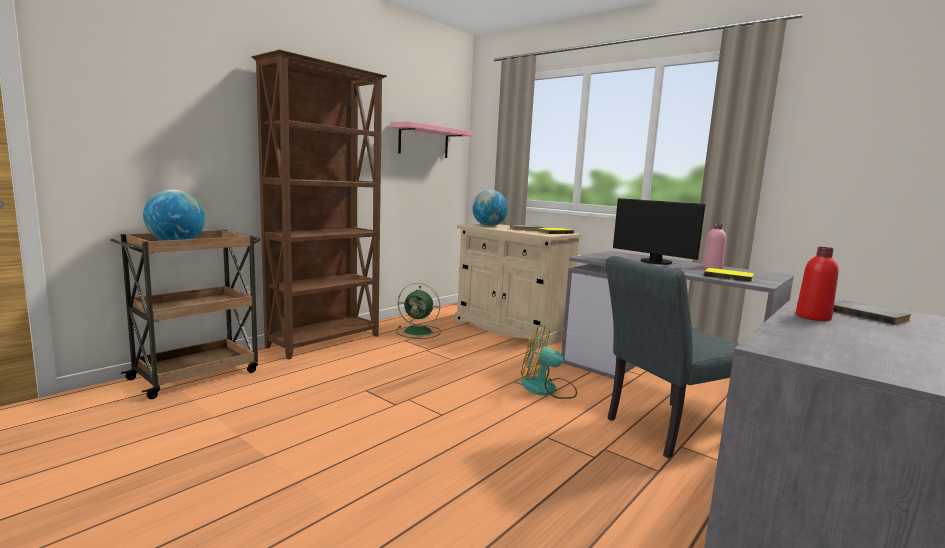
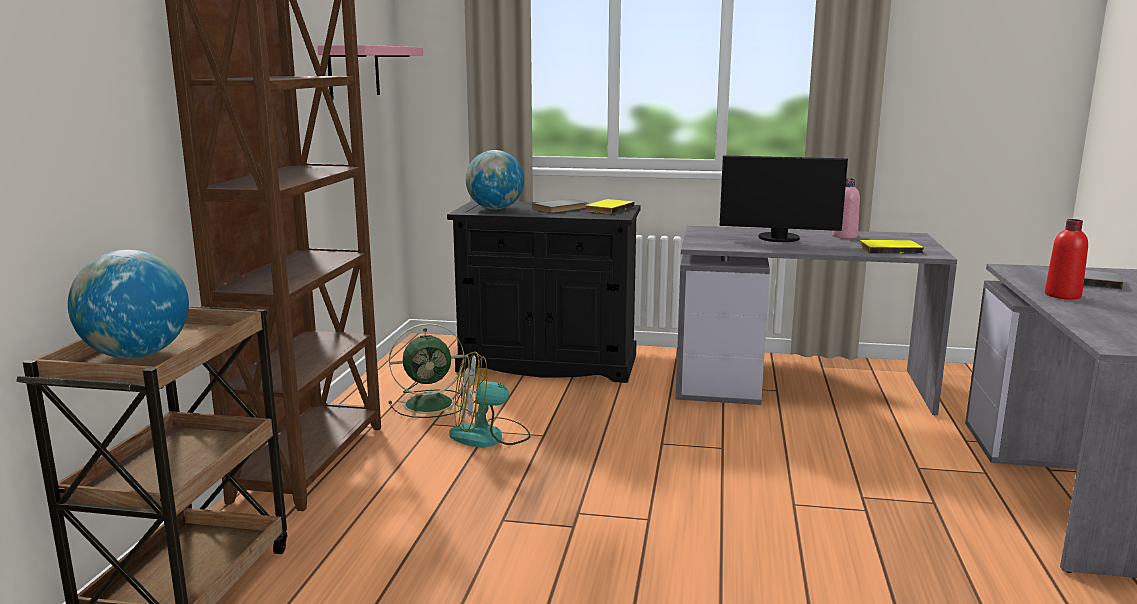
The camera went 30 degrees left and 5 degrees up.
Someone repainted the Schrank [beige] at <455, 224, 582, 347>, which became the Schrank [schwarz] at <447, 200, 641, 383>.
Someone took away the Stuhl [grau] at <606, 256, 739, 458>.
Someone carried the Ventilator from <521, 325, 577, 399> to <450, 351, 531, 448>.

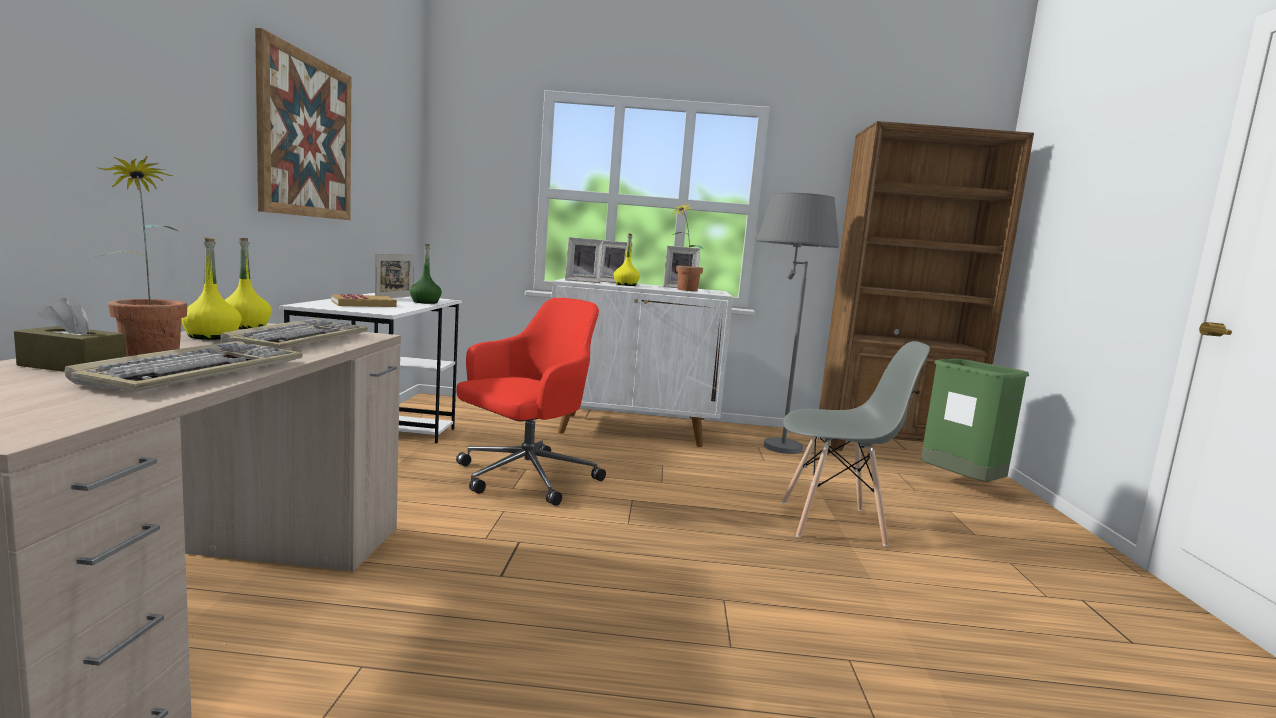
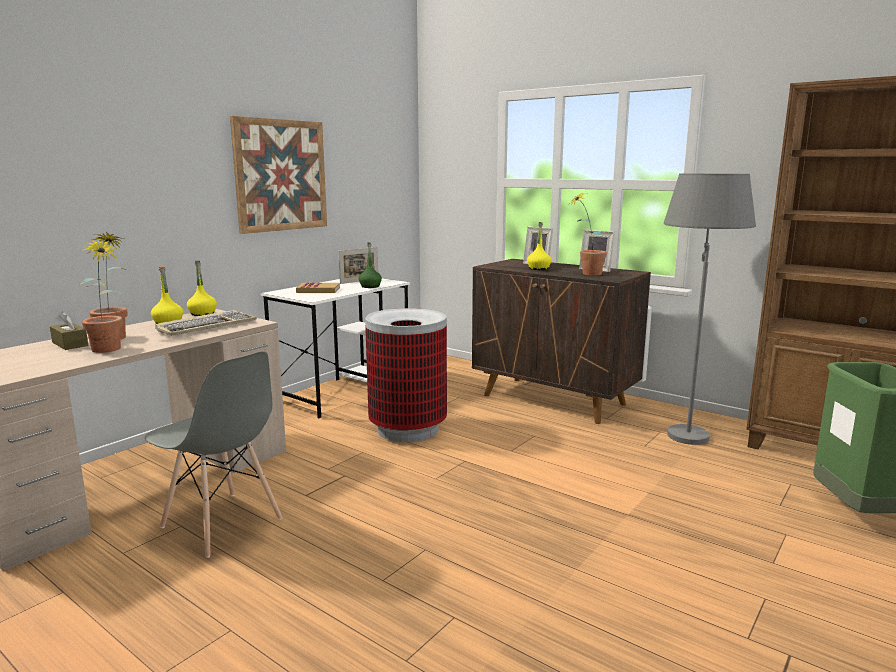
The camera went 35 degrees right and 5 degrees up.
Someone took away the Bilderrahmen at <565, 237, 603, 283>.
Someone repainted the Schrank [weiß] at <551, 278, 733, 447>, which became the Schrank [braun] at <472, 259, 651, 424>.
Someone swapped the Bürostuhl [rot] at <456, 298, 606, 506> for the Mülleimer at <365, 308, 447, 442>.
Someone swapped the Tastatur at <65, 341, 303, 391> for the Topfpflanze at <79, 239, 123, 353>.
Someone carried the Stuhl [grau] from <782, 341, 930, 547> to <145, 351, 282, 558>.

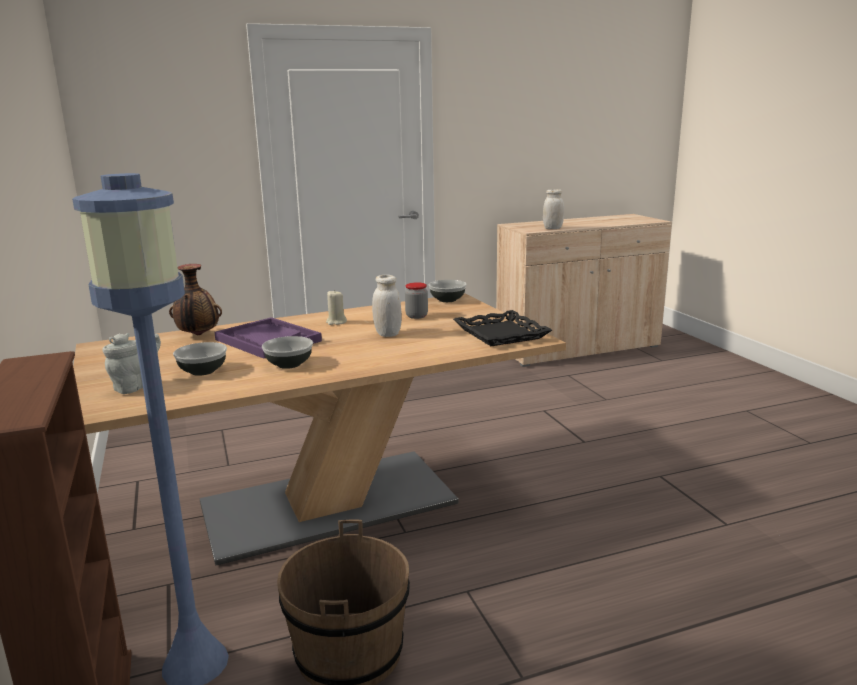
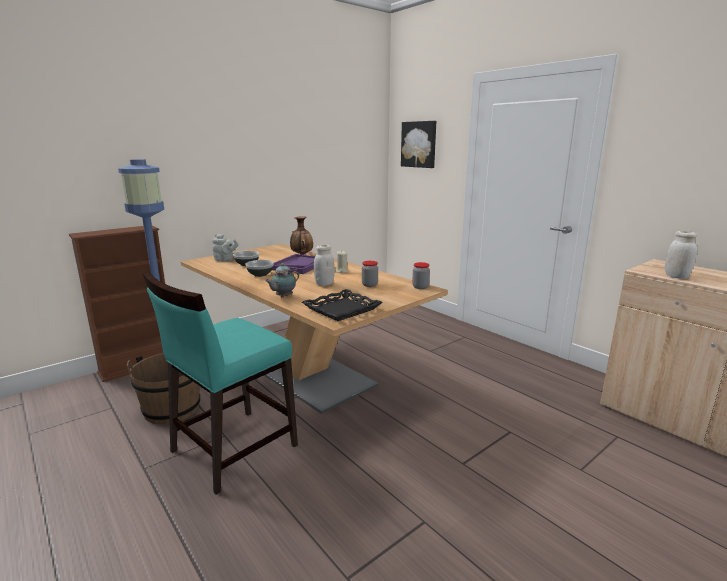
The camera went 70 degrees right and 0 degrees up.
Someone swapped the Schüssel at <429, 280, 467, 302> for the Vorratsglas at <412, 262, 430, 289>.
Someone put up the Bild at <401, 121, 436, 168>.
Someone put down the Teekanne at <265, 263, 299, 298>.
Someone put down the Stuhl [türkis] at <143, 272, 298, 495>.

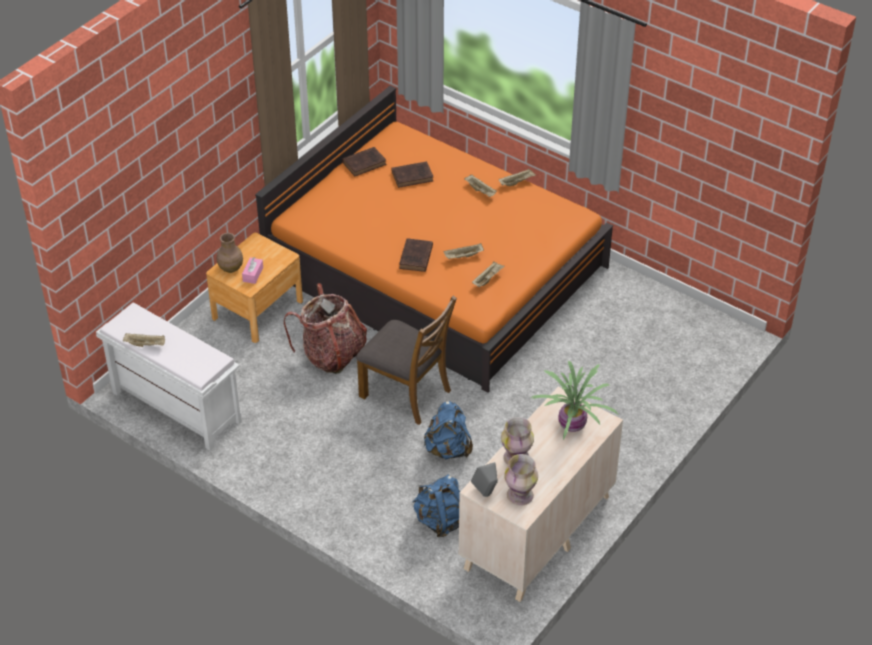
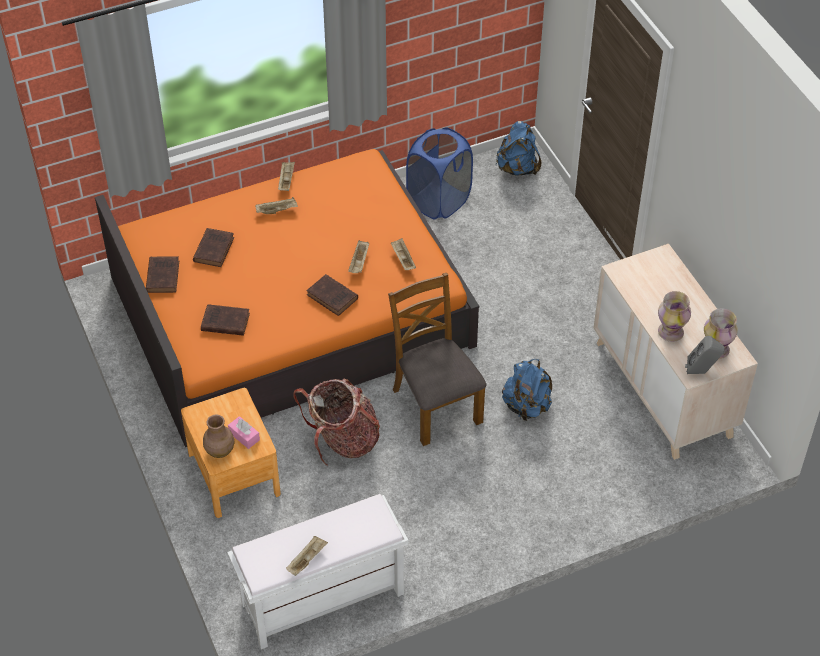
The camera went 60 degrees left and 5 degrees up.
Someone rotated the Stuhl [braun] at <356, 296, 457, 425> by 90 degrees counterclockwise.
Someone took away the Topfpflanze at <530, 361, 618, 441>.
Someone carried the Rucksack [blau] from <413, 475, 460, 537> to <496, 121, 542, 176>.
Someone put down the Wäschekorb [blau] at <406, 127, 473, 219>.
Someone put down the Buch [braun] at <201, 304, 250, 336>.

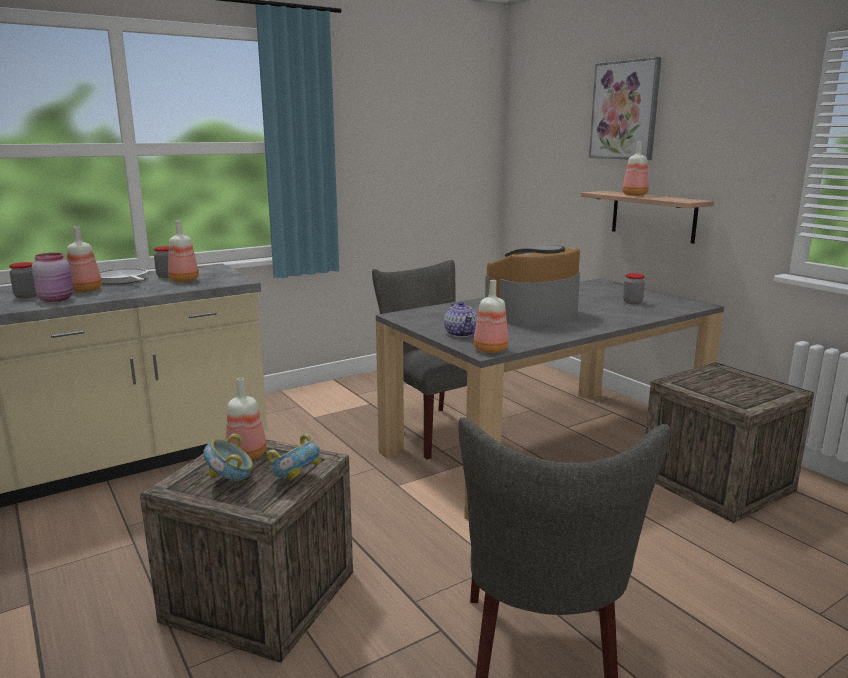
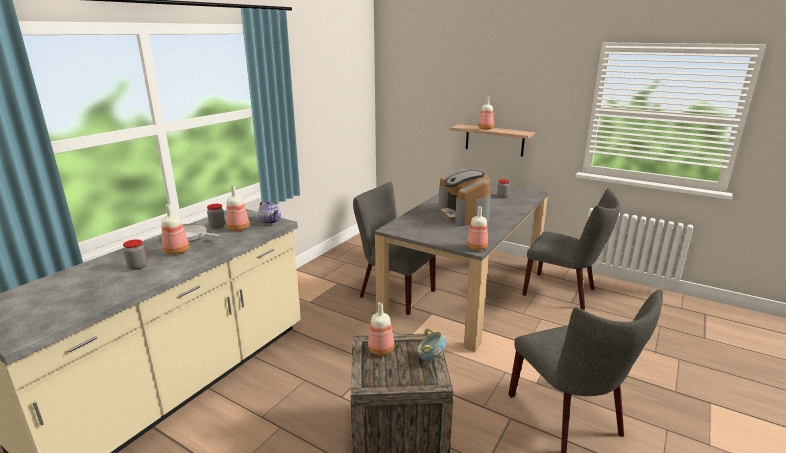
The camera went 25 degrees left and 5 degrees up.
Someone took away the Bild at <589, 57, 662, 160>.
Someone rotated the Kaffeemaschine at <485, 245, 580, 326> by 45 degrees counterclockwise.
Someone took away the Vorratsglas [rosa] at <31, 253, 73, 302>.
Someone carried the Teekanne from <444, 302, 477, 337> to <258, 201, 281, 224>.
Someone swapped the Kiste at <645, 362, 814, 523> for the Stuhl [grau] at <522, 188, 621, 310>.
Someone took away the Schüssel at <203, 433, 253, 481>.

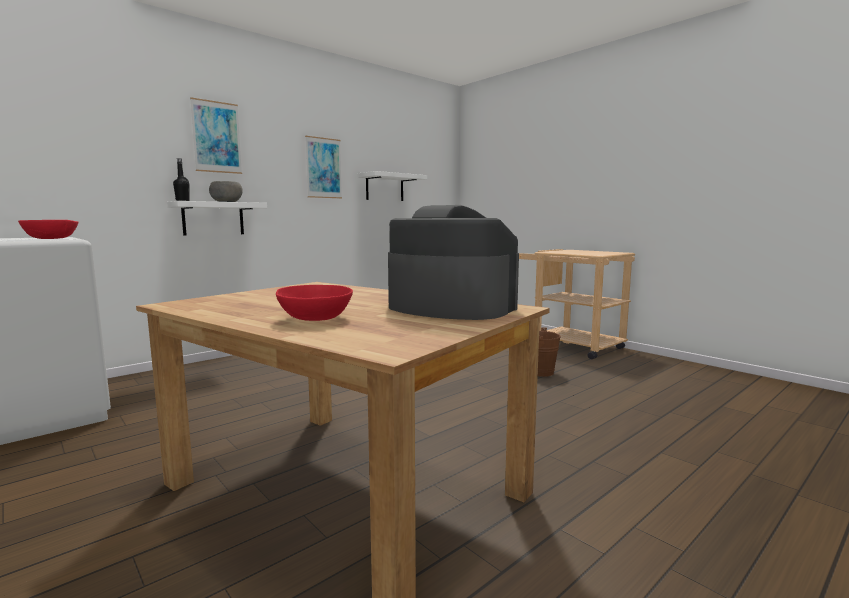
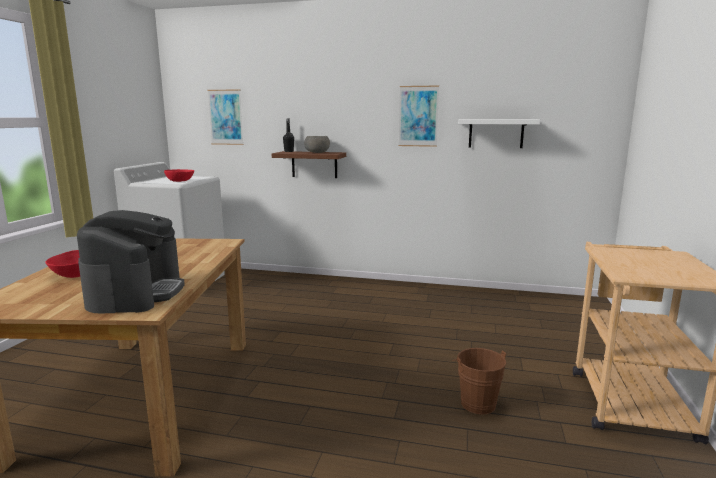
The camera went 55 degrees right and 5 degrees up.
Someone carried the Bild from <190, 97, 242, 174> to <208, 89, 244, 145>.
Someone repainted the Wandregal [weiß] at <167, 201, 267, 236>, which became the Wandregal [braun] at <272, 151, 346, 178>.

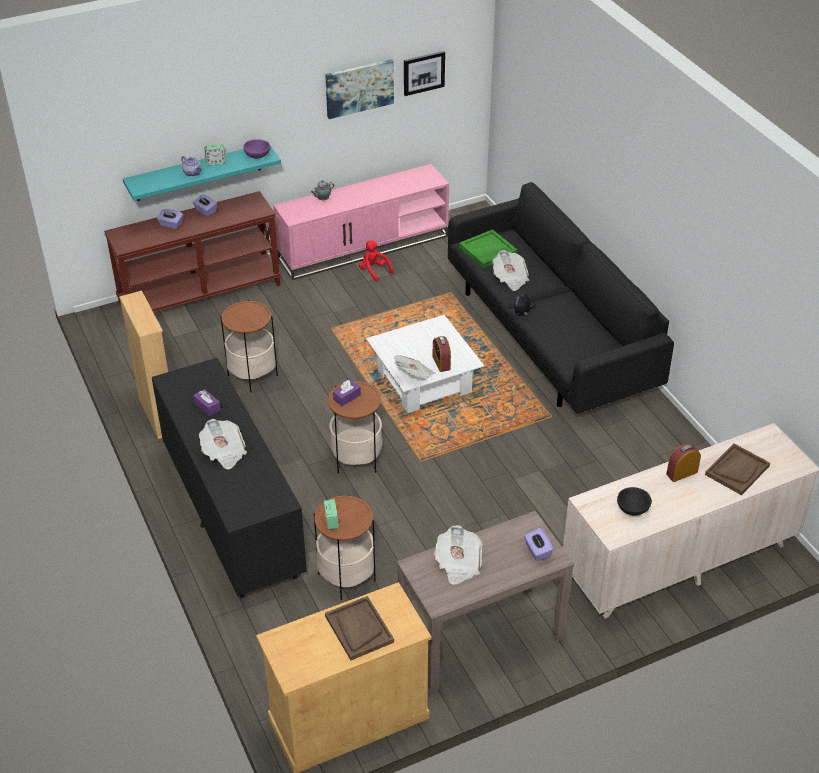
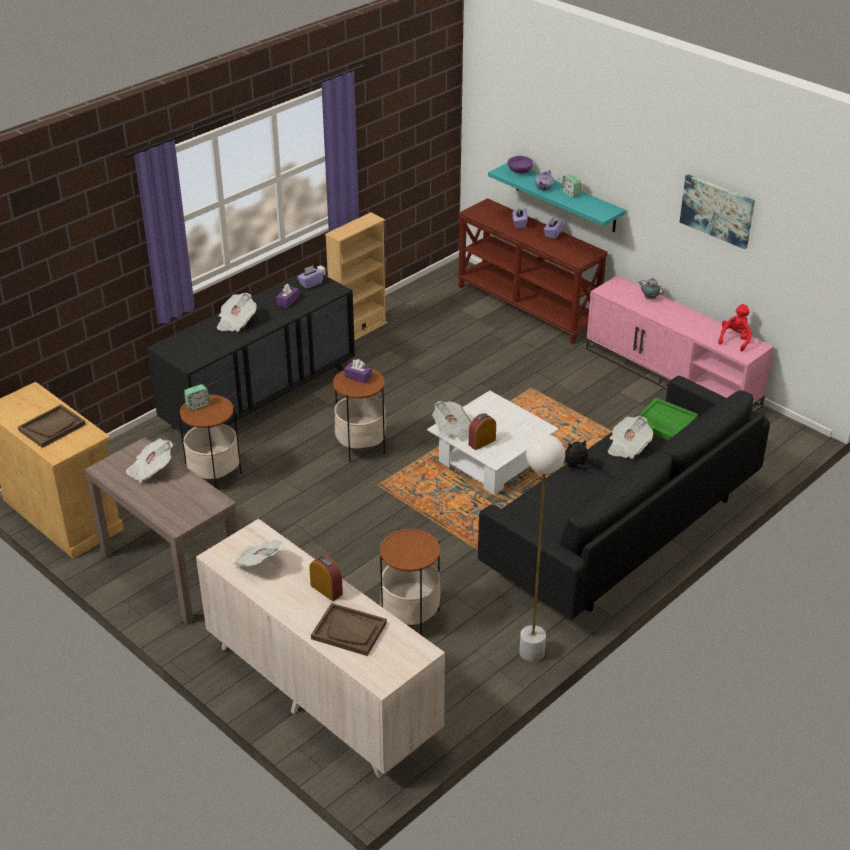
The camera went 70 degrees right and 5 degrees down.
Someone took away the Bild at <404, 51, 445, 96>.
Someone carried the Schüssel [lila] from <243, 139, 270, 158> to <507, 156, 533, 174>.
Someone carried the Plüschtier [rot] from <359, 240, 393, 281> to <718, 304, 752, 351>.
Someone carried the Beistelltisch from <221, 300, 278, 393> to <380, 529, 440, 636>.
Someone swapped the Schüssel [schwarz] at <617, 487, 652, 515> for the Zeitung at <233, 540, 283, 566>.
Someone carried the Taschentuchbox [lila] from <524, 528, 553, 561> to <297, 265, 324, 289>.
Someone put down the Stehlampe [weiß] at <519, 434, 565, 662>.

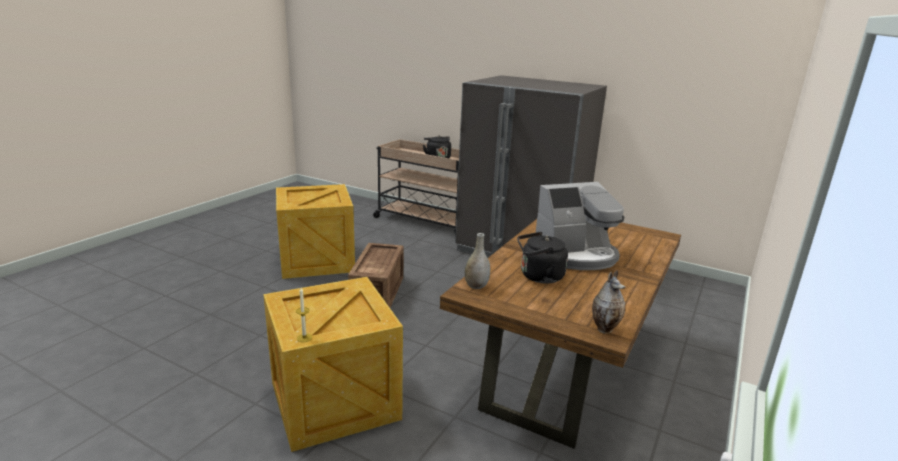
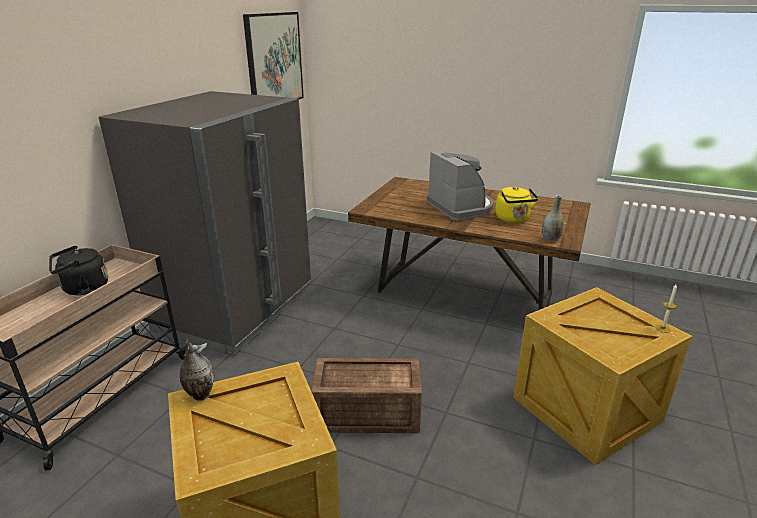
The camera went 95 degrees left and 5 degrees up.
Someone repainted the Wasserkessel [schwarz] at <517, 232, 568, 283>, which became the Wasserkessel [gelb] at <495, 186, 538, 223>.
Someone carried the Vase from <592, 270, 626, 334> to <180, 339, 214, 401>.
Someone put up the Bild at <243, 12, 304, 99>.

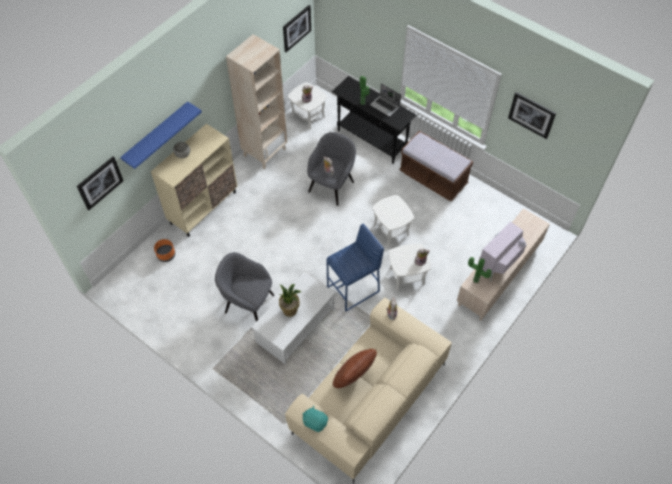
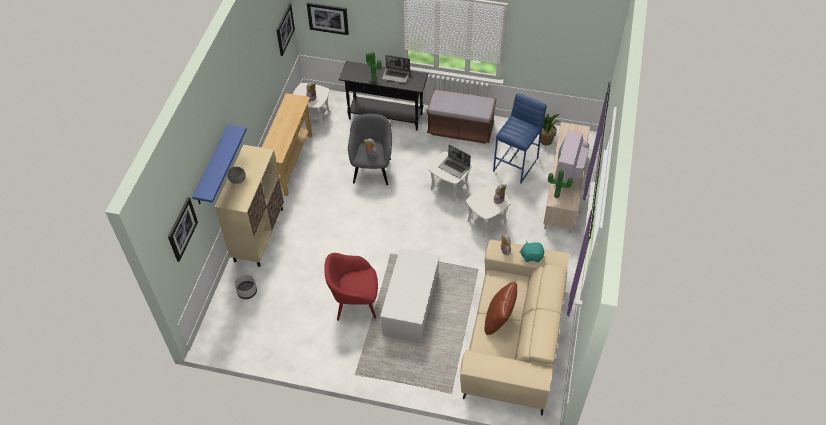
The camera went 25 degrees left and 5 degrees down.
Someone swapped the Bücherregal [beige] at <226, 34, 287, 170> for the Konsolentisch [beige] at <262, 93, 312, 196>.
Someone carried the Bild from <508, 92, 556, 139> to <307, 3, 349, 35>.
Someone carried the Hocker [blau] from <327, 224, 384, 311> to <493, 93, 547, 183>.
Someone repainted the Pflanzkübel [orange] at <154, 239, 175, 262>, which became the Pflanzkübel [grau] at <235, 275, 257, 299>.
Someone repainted the Sessel [grau] at <215, 252, 274, 322>, which became the Sessel [rot] at <324, 253, 378, 321>.
Someone carried the Topfpflanze from <279, 284, 301, 317> to <539, 114, 560, 145>.
Someone carried the Plüschtier [türkis] from <302, 405, 328, 432> to <520, 241, 545, 262>.
Someone put down the Laptop at <438, 145, 471, 179>.

